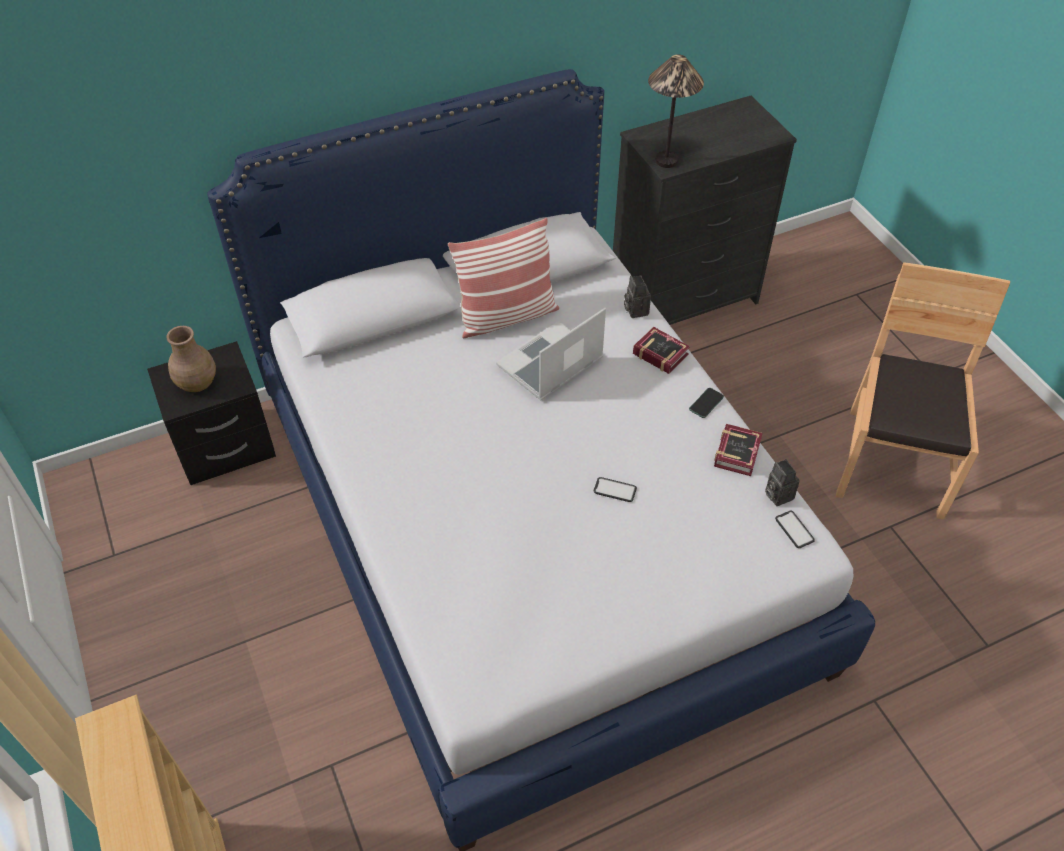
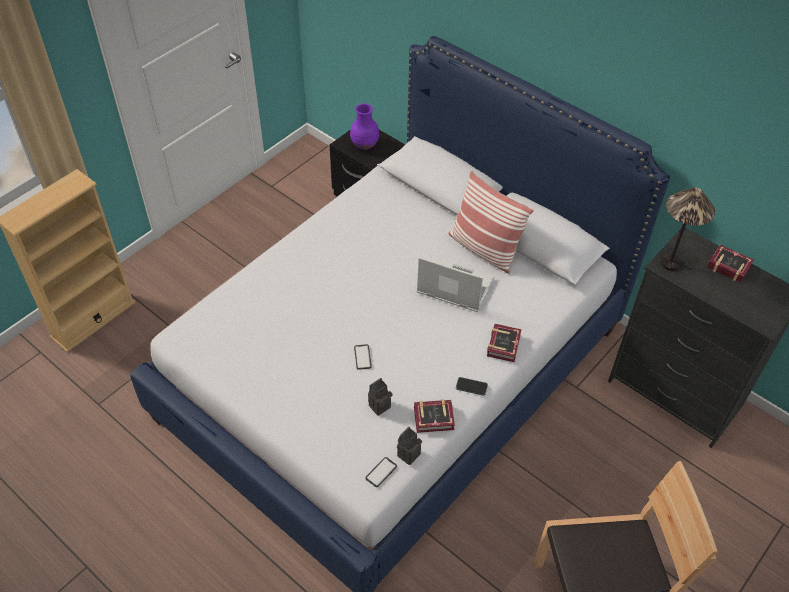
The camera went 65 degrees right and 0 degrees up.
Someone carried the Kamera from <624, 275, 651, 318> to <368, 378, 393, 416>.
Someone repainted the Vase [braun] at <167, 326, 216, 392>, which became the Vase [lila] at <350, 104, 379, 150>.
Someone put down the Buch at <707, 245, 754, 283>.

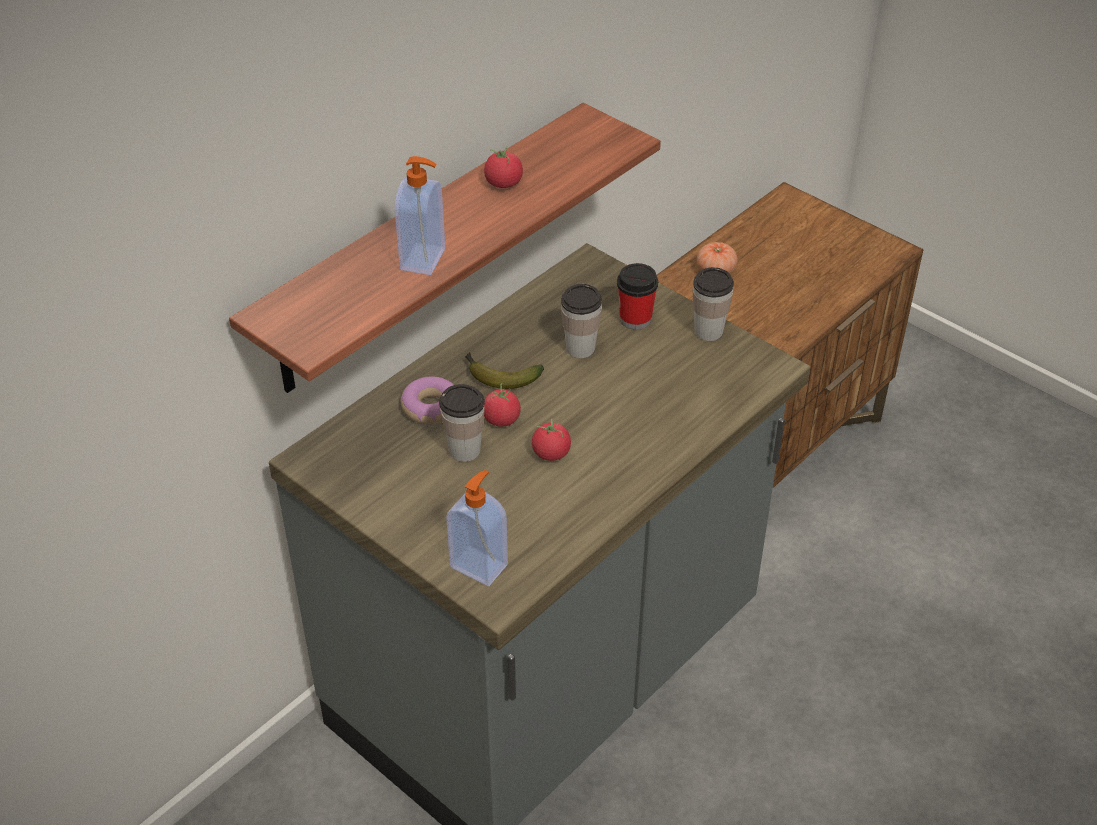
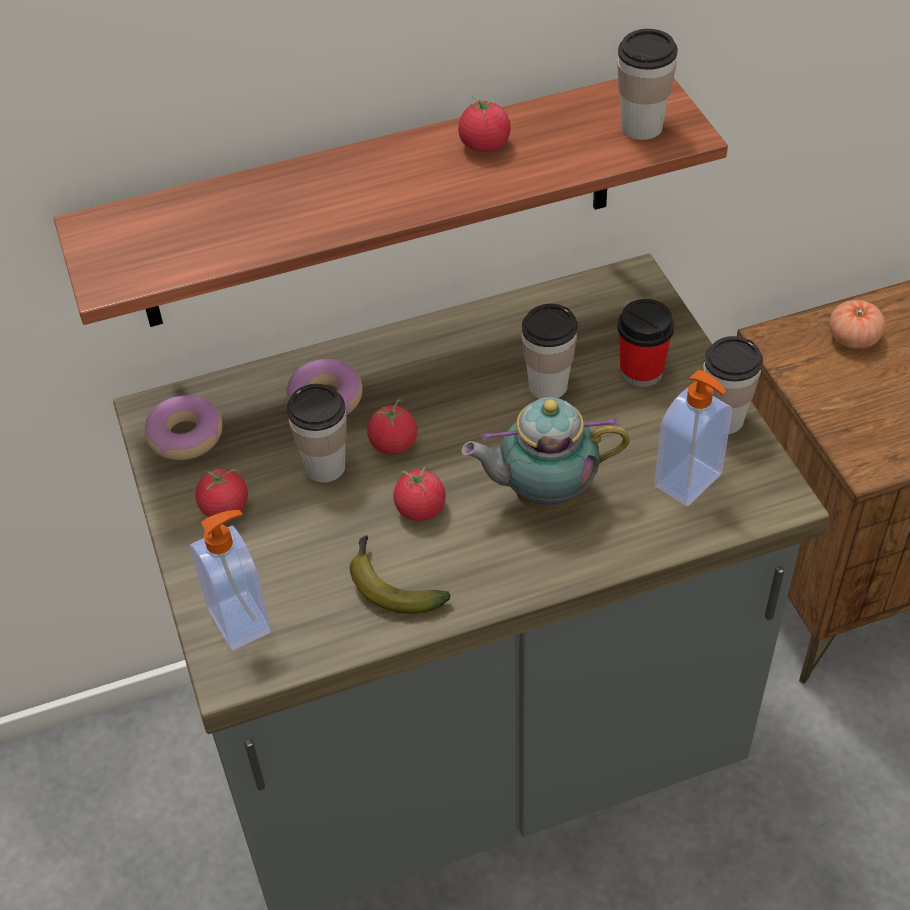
The camera went 30 degrees right and 5 degrees up.
Someone carried the Seifenspender from <395, 156, 445, 275> to <654, 370, 732, 506>.
Someone carried the Banane from <465, 352, 544, 389> to <350, 535, 450, 614>.
Someone put down the Tasse at <617, 29, 678, 140>.
Someone put down the Donut at <144, 395, 223, 460>.
Someone put down the Teekanne at <461, 397, 630, 512>.
Someone put down the Tomate at <195, 469, 248, 517>.

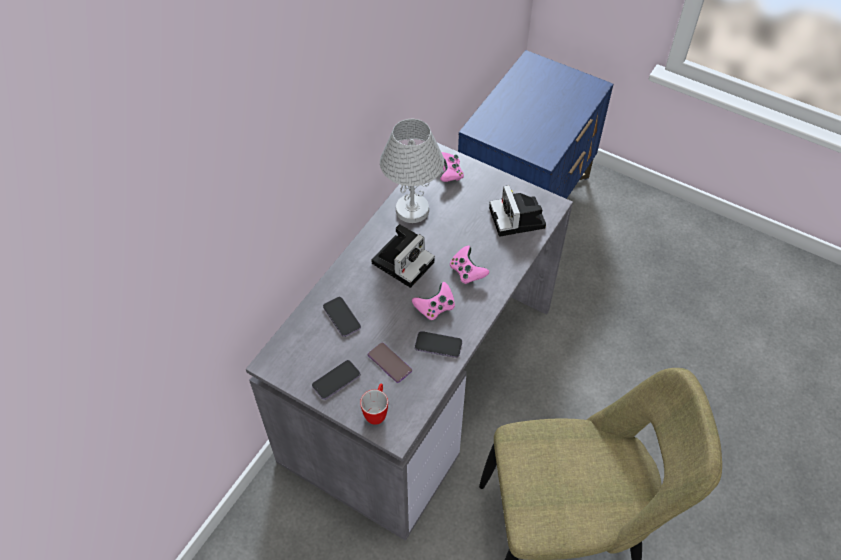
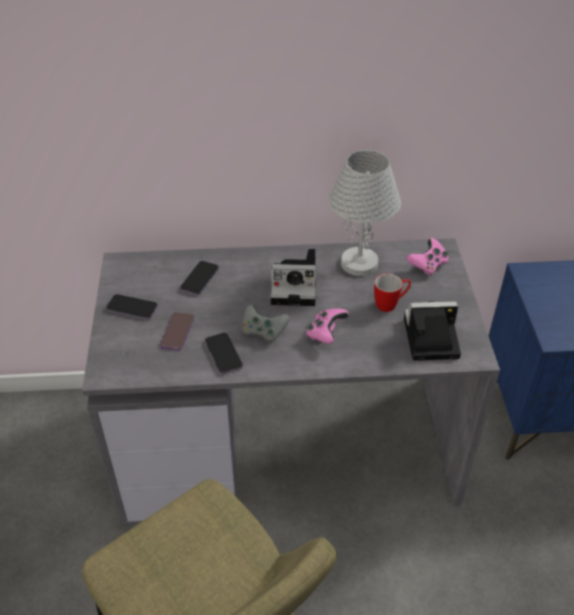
The camera went 55 degrees right and 10 degrees down.
Someone rotated the Kamera at <489, 185, 546, 236> by 45 degrees clockwise.
Someone repainted the Gamepad [rosa] at <412, 282, 455, 320>, which became the Gamepad [grau] at <242, 304, 290, 343>.
Someone carried the Henkelbecher from <360, 383, 388, 425> to <374, 274, 411, 312>.

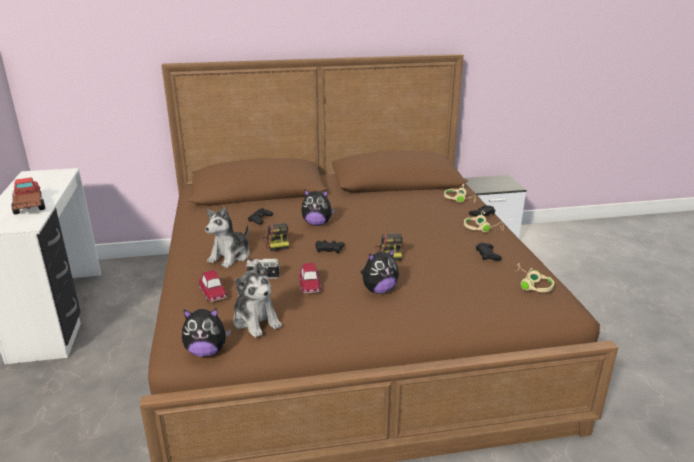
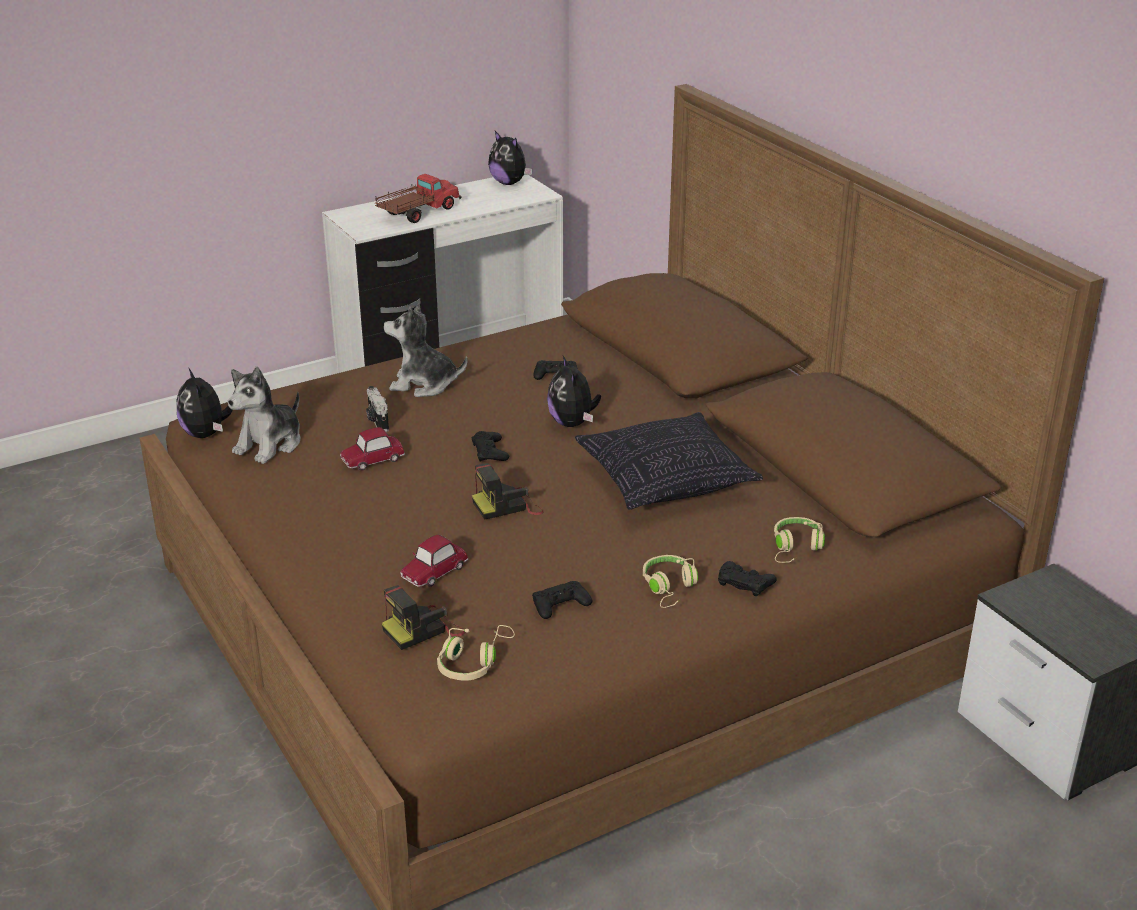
The camera went 70 degrees right and 5 degrees up.
Someone carried the Kamera from <263, 223, 290, 251> to <382, 586, 465, 650>.
Someone carried the Plüschtier from <360, 248, 399, 294> to <488, 131, 533, 185>.
Someone carried the Spielzeugauto from <199, 270, 227, 302> to <400, 535, 468, 587>.
Someone put down the Kissen at <575, 412, 763, 510>.

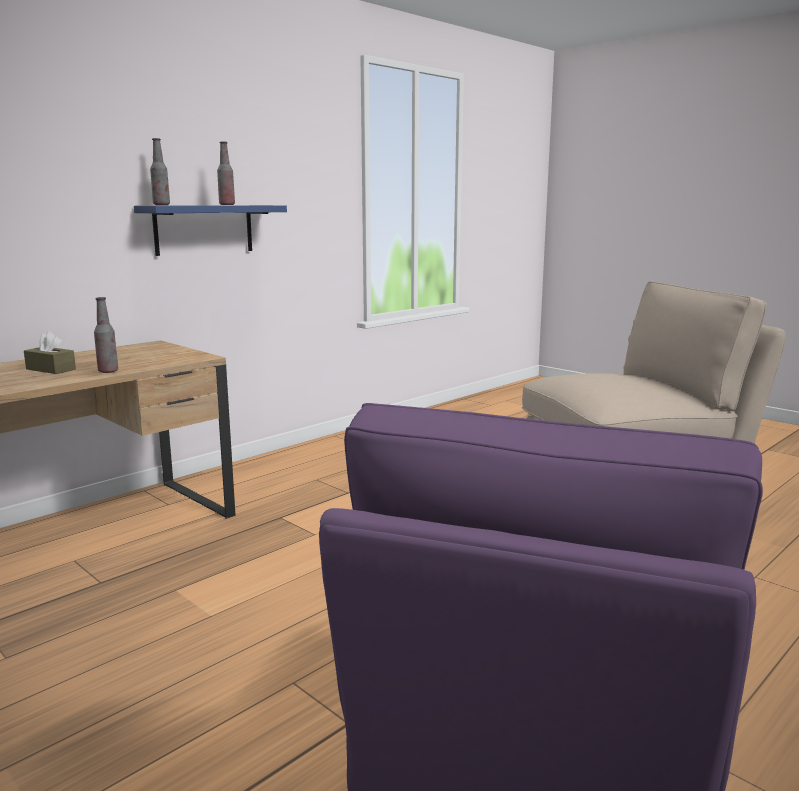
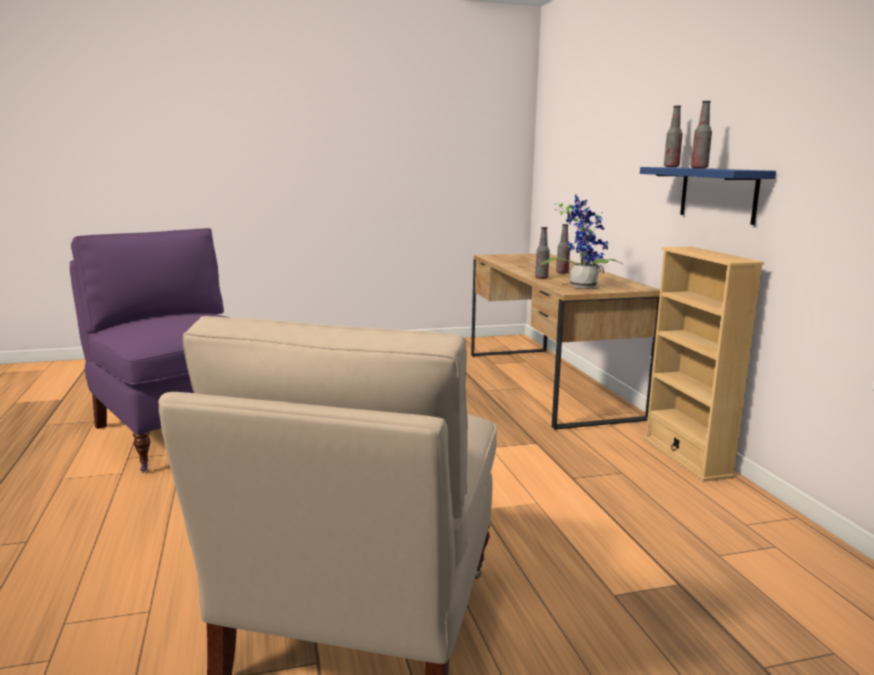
The camera went 120 degrees right and 0 degrees up.
Someone swapped the Taschentuchbox [braun] at <24, 331, 76, 374> for the Flasche at <556, 224, 570, 274>.
Someone put down the Topfpflanze at <541, 194, 623, 289>.
Someone put down the Bücherregal [beige] at <643, 247, 764, 482>.

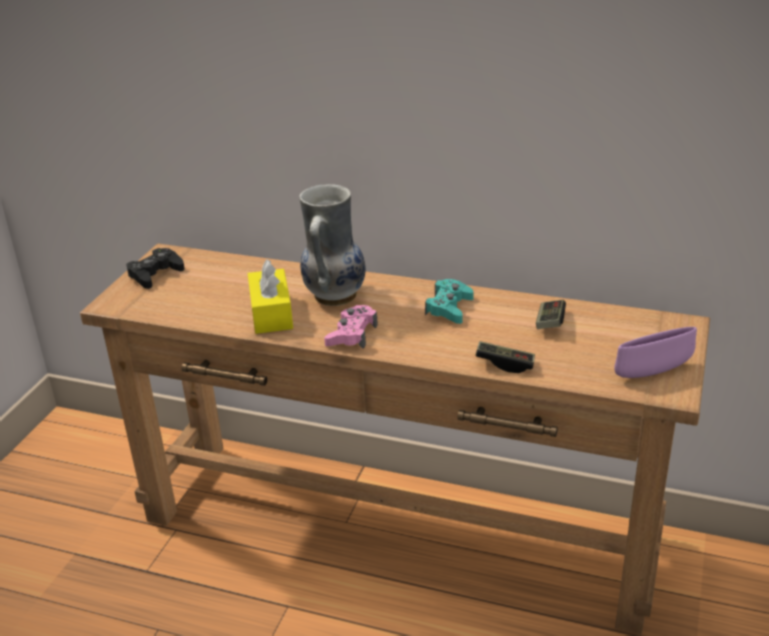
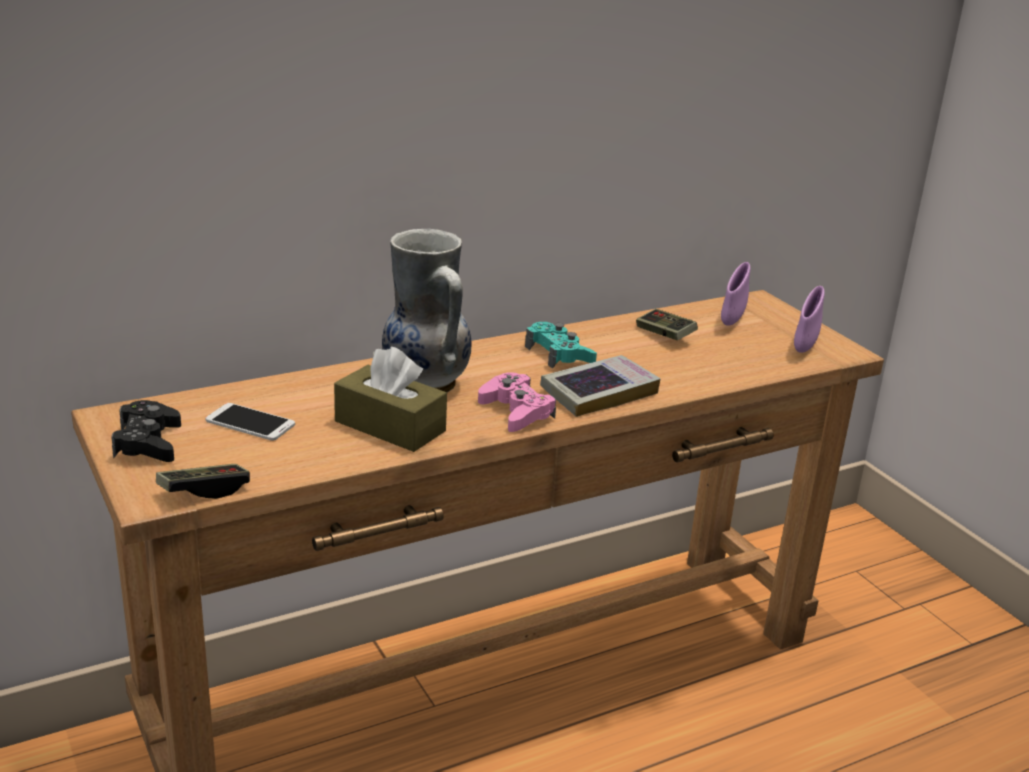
The camera went 50 degrees left and 5 degrees down.
Someone repainted the Taschentuchbox [gelb] at <248, 259, 293, 334>, which became the Taschentuchbox [braun] at <334, 347, 447, 452>.
Someone carried the Gamepad from <475, 341, 535, 373> to <156, 464, 250, 499>.
Someone put down the Schüssel [lila] at <721, 262, 751, 326>.
Someone put down the Buch at <540, 355, 661, 417>.
Someone put down the Handy at <205, 403, 295, 441>.

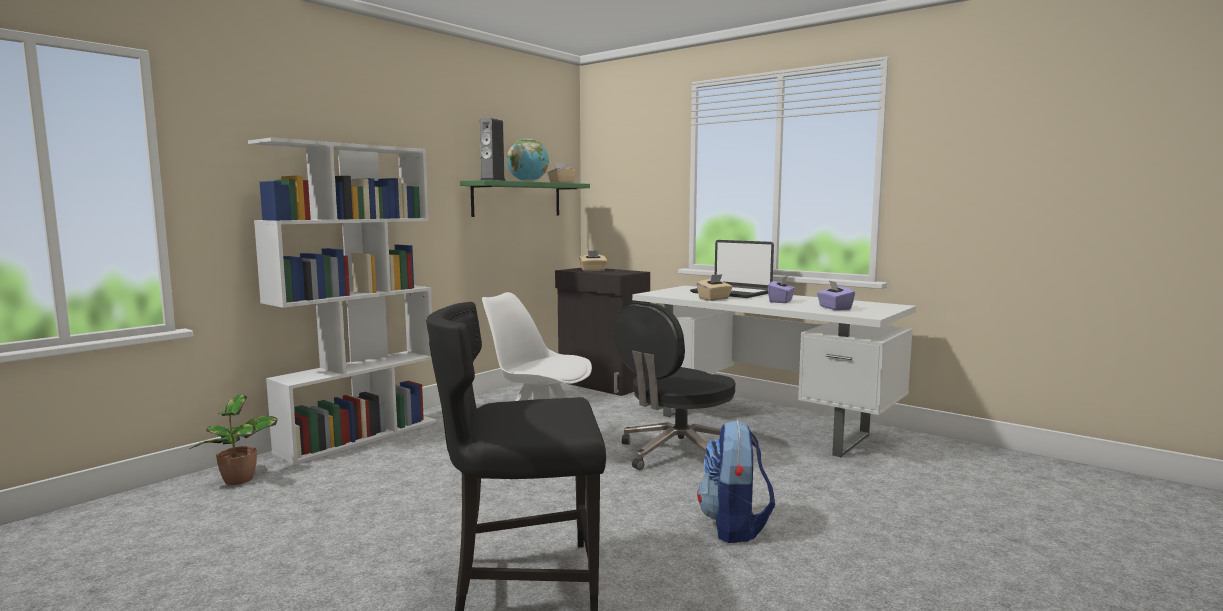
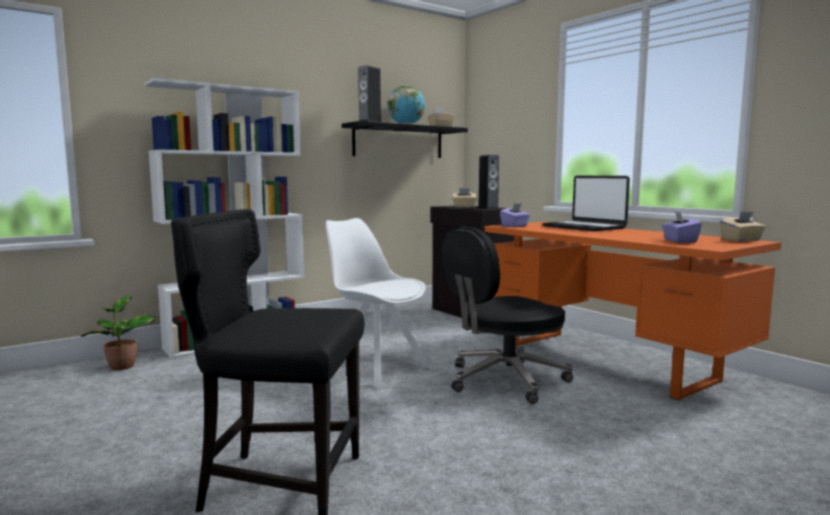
The camera went 15 degrees right and 0 degrees up.
Someone repainted the Wandregal [grün] at <460, 180, 590, 217>, which became the Wandregal [schwarz] at <342, 121, 468, 158>.
Someone carried the Taschentuchbox [beige] from <697, 274, 732, 301> to <720, 212, 766, 242>.
Someone carried the Taschentuchbox [lila] from <768, 276, 795, 303> to <500, 203, 530, 227>.
Someone repainted the Schreibtisch [weiß] at <632, 286, 916, 457>, which became the Schreibtisch [orange] at <484, 222, 781, 401>.
Someone took away the Rucksack at <697, 420, 775, 543>.
Someone put down the Lautsprecher at <477, 155, 499, 209>.

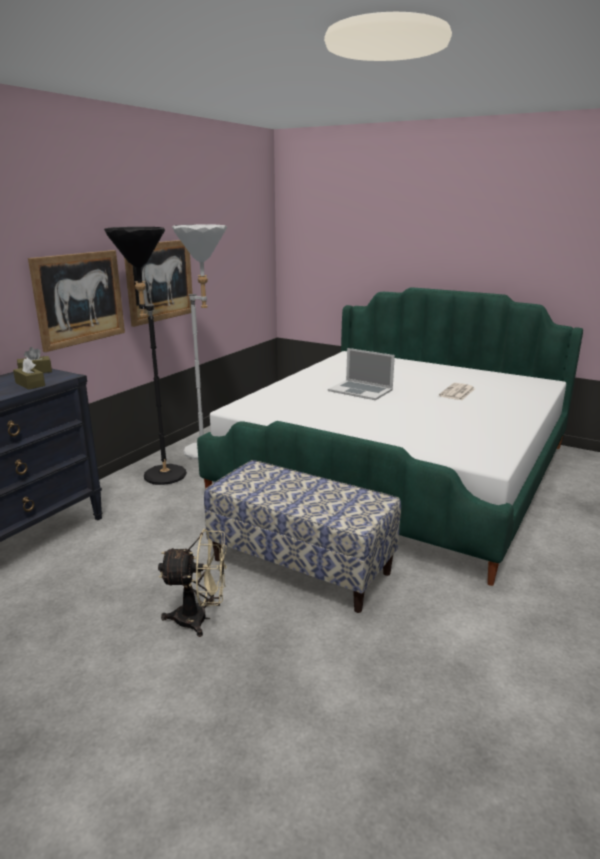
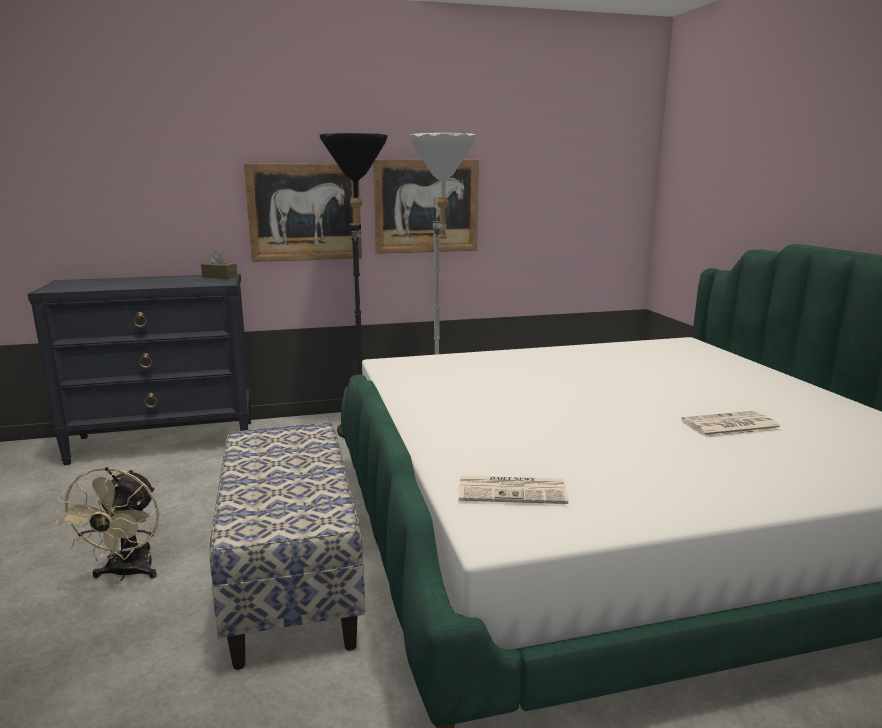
The camera went 45 degrees right and 5 degrees down.
Someone took away the Laptop at <328, 348, 395, 400>.
Someone took away the Taschentuchbox [braun] at <13, 358, 45, 390>.
Someone rotated the Ventilator [beige] at <158, 529, 227, 637> by 45 degrees clockwise.
Someone put down the Zeitung at <459, 476, 568, 504>.

